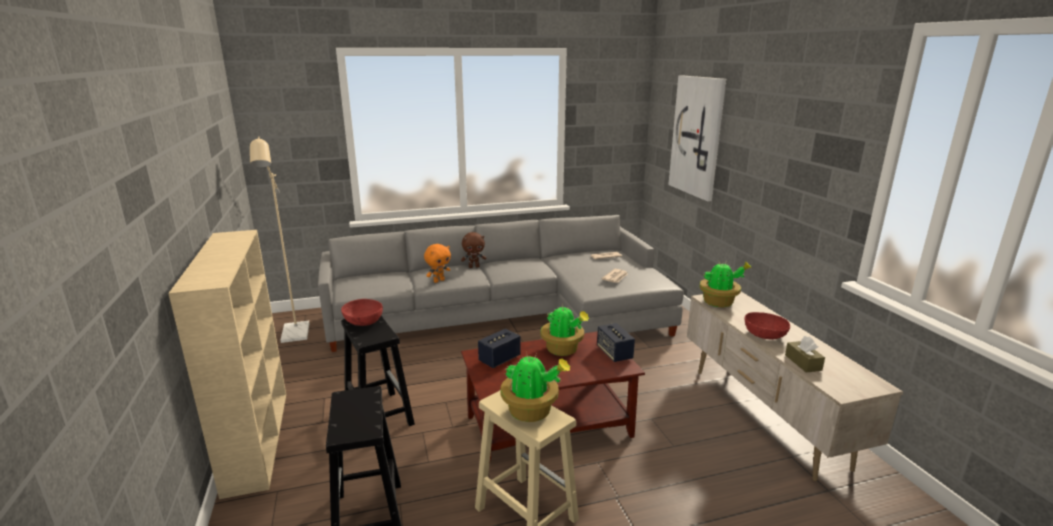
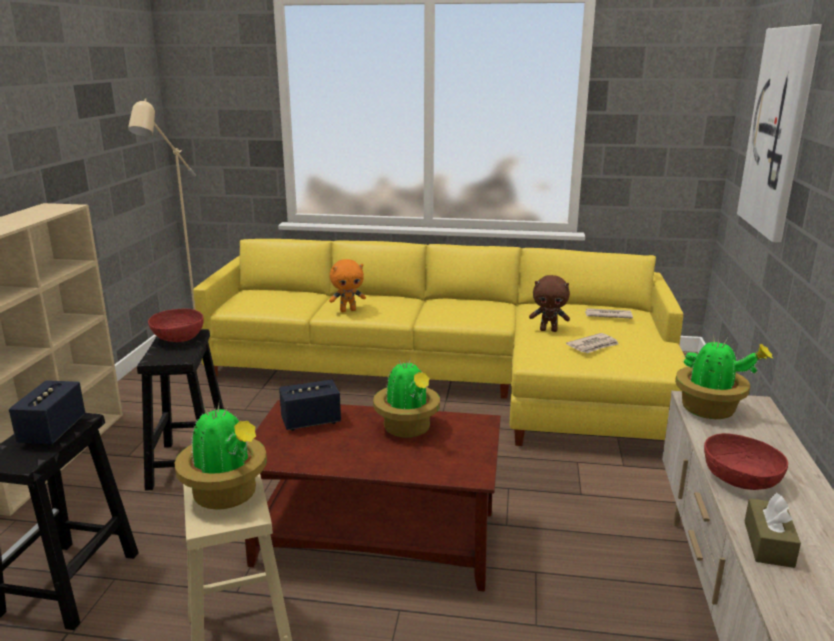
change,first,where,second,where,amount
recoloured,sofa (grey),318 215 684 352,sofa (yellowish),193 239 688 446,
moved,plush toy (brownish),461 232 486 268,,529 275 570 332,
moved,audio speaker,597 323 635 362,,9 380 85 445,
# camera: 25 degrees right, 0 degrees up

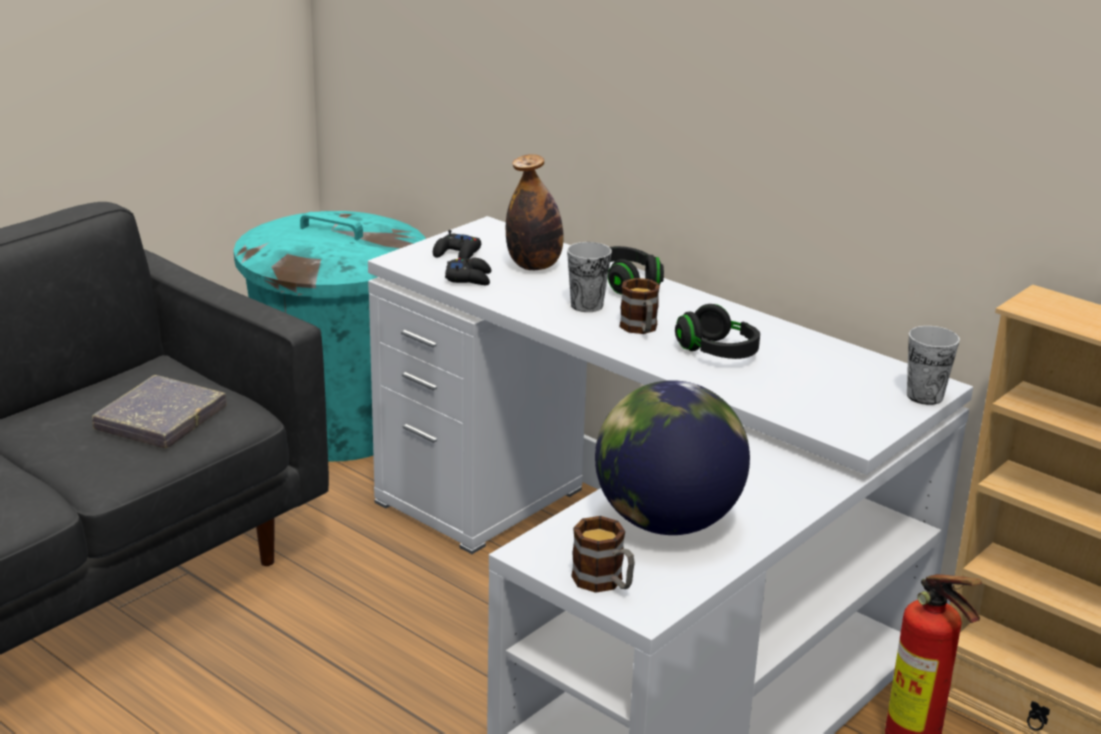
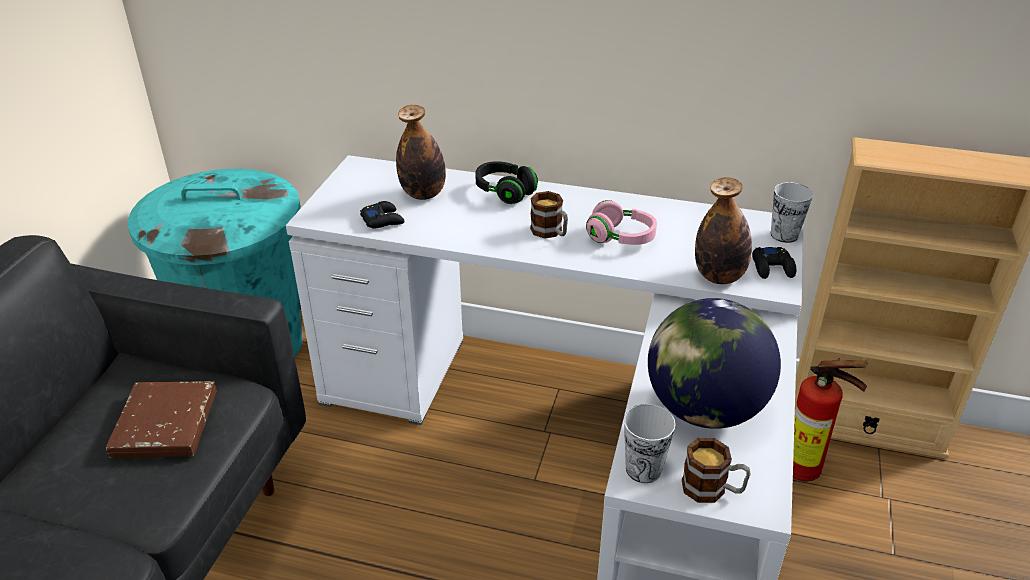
change,first,where,second,where,amount
recoloured,volume (grey),92 375 226 448,volume (brownish),106 381 217 458,
moved,gamepad (black),433 230 481 259,,752 247 796 279,
moved,small cup,567 242 612 312,,624 404 676 483,
recoloured,pair of headphones (black),675 304 760 359,pair of headphones (pink),586 200 657 245,
added,,,drink bottle,695 177 752 284,
# camera: 25 degrees left, 10 degrees up

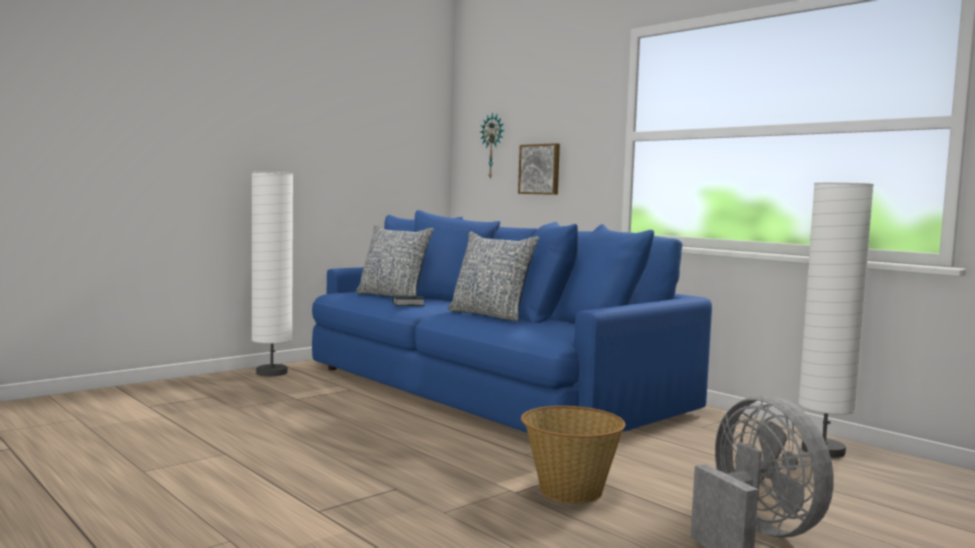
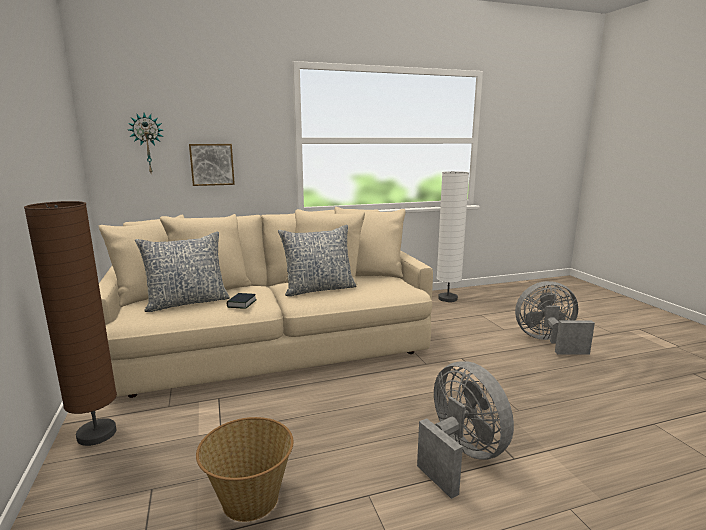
change,first,where,second,where,amount
recoloured,standard lamp (white),251 172 293 376,standard lamp (brownish),24 201 117 446,
recoloured,sofa (bluish),312 210 712 433,sofa (sand-coloured),98 207 433 398,
moved,storage basket,521 406 625 503,,196 417 294 522,
added,,,electric fan (grey),417 361 514 499,
# camera: 65 degrees left, 10 degrees up

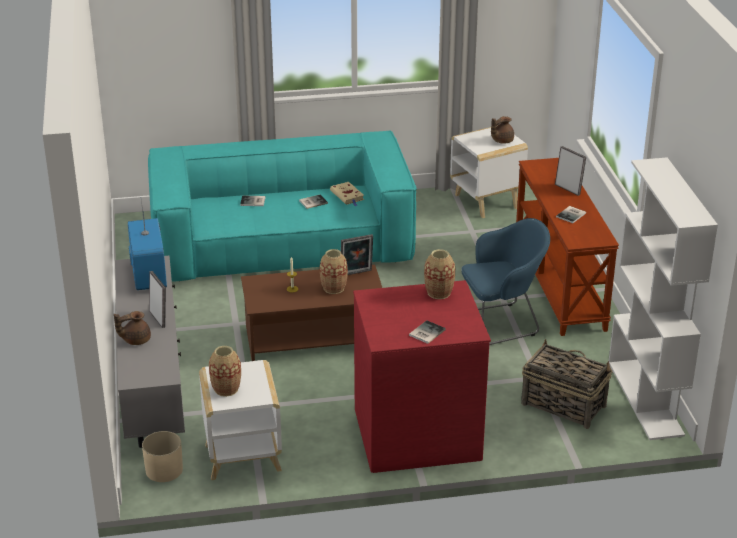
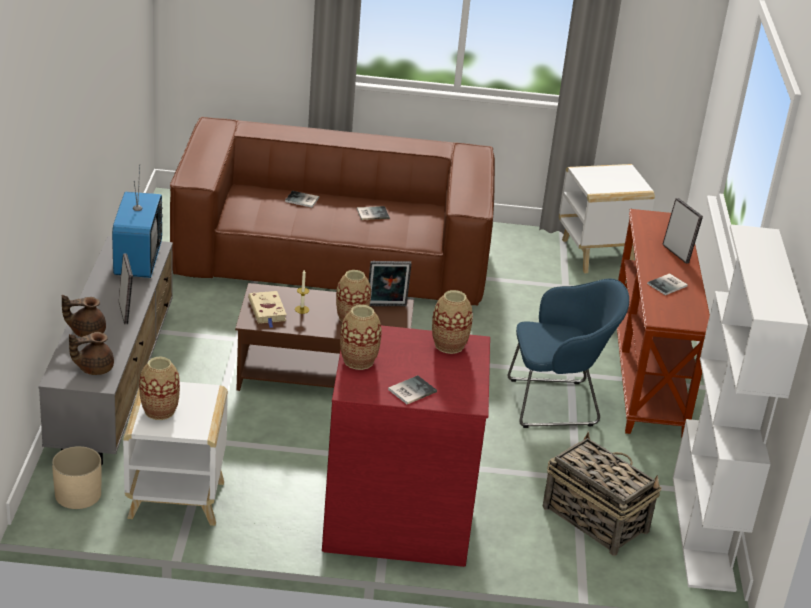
change,first,where,second,where,amount
recoloured,sofa (turquoise-coloured),148 131 417 282,sofa (brownish),170 117 495 306,
moved,volume (sand-coloured),330 182 364 206,,248 291 287 328,
moved,tea pot (brownish),491 116 514 144,,69 332 114 375,
added,,,flower vase,340 305 382 370,
# camera: 10 degrees right, 0 degrees up

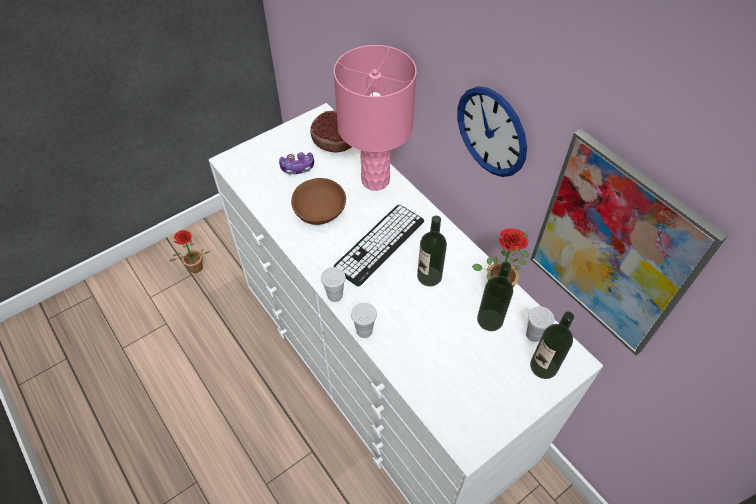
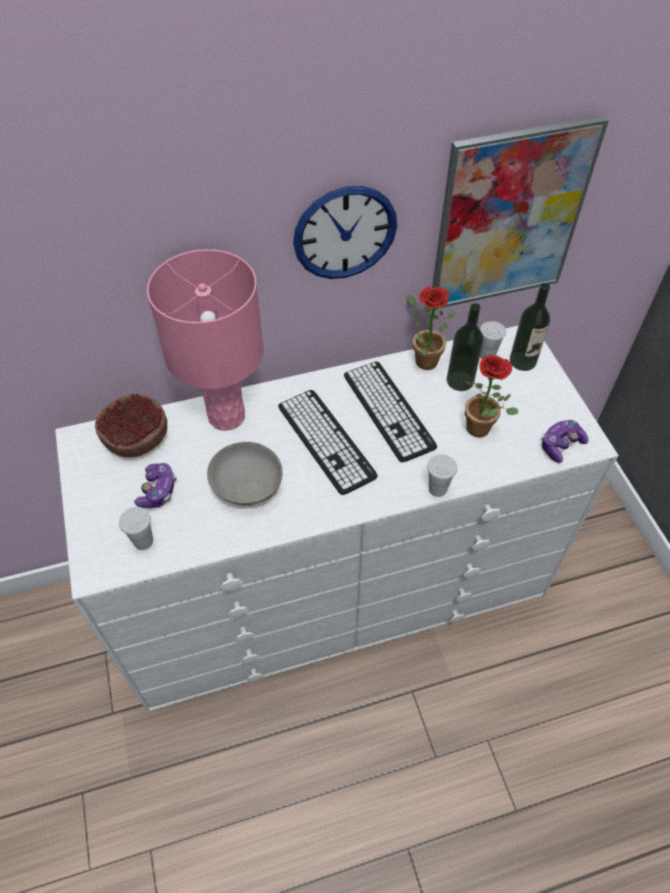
change,first,where,second,where,amount
moved,plant in a pot,169 230 210 273,,465 355 518 438,
recoloured,bowl (brownish),291 178 346 225,bowl (grey),207 442 283 506,
moved,small cup (white),321 267 346 302,,119 507 153 550,
replaced,drink bottle,417 215 447 286,keyboard,344 362 437 462,
added,,,gamepad,542 420 589 463,
# camera: 70 degrees left, 0 degrees up

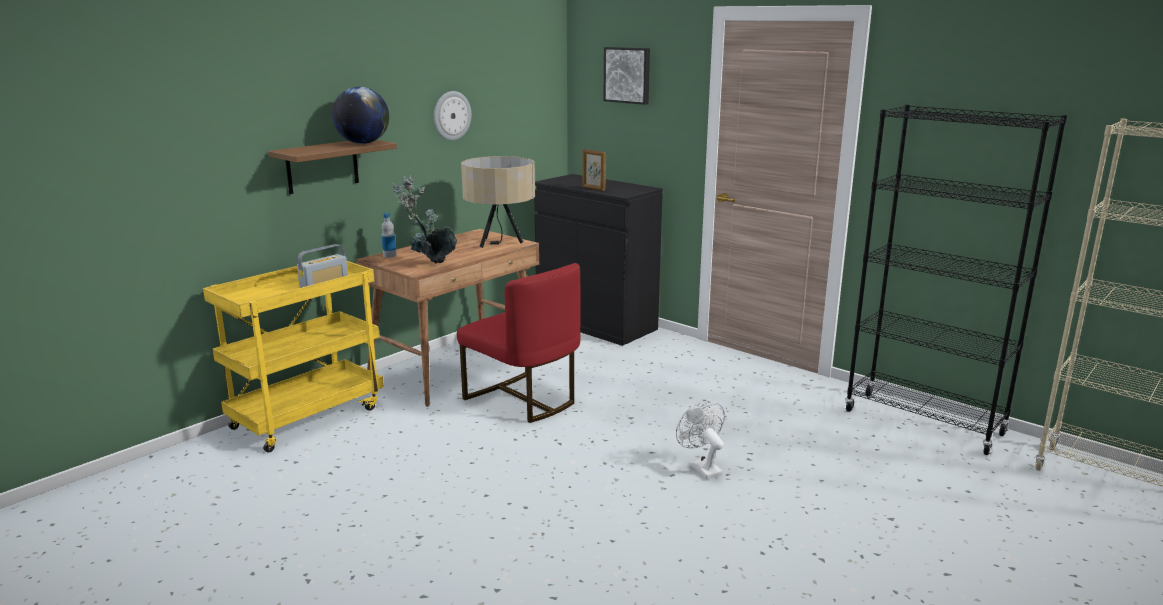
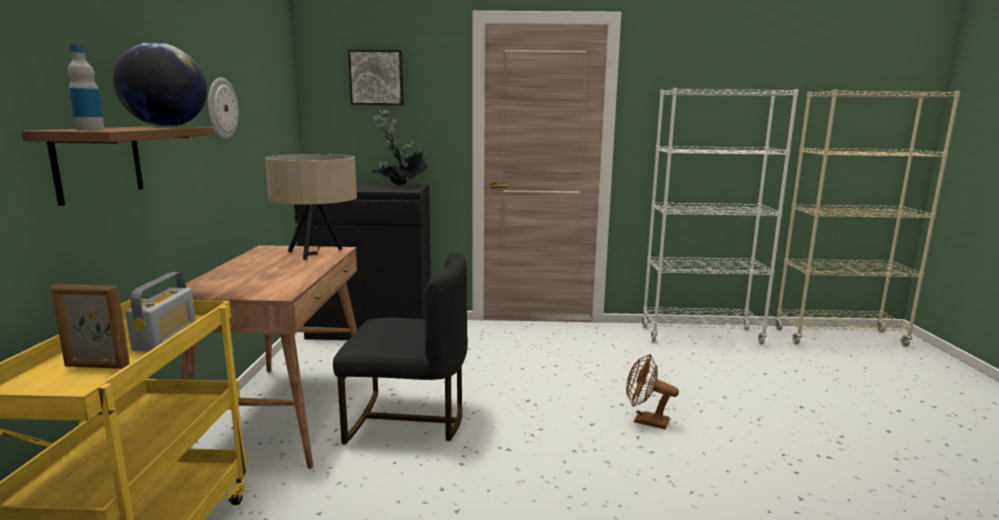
change,first,where,second,where,amount
moved,drink bottle,382 213 397 257,,68 45 105 130,
moved,plant in a pot,393 175 457 263,,373 109 428 185,
recoloured,plain chair (red),457 263 580 423,plain chair (black),333 253 468 444,
moved,photo frame,582 149 606 191,,51 284 130 369,
recoloured,electric fan (white),676 401 725 479,electric fan (brownish),626 354 679 429,
recoloured,bookcase (black),845 104 1067 455,bookcase (white),642 88 799 344,
# camera: 40 degrees left, 5 degrees down

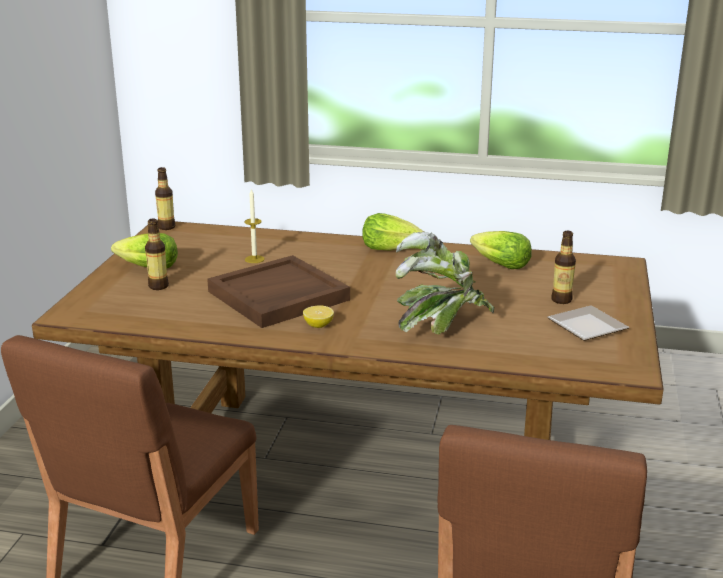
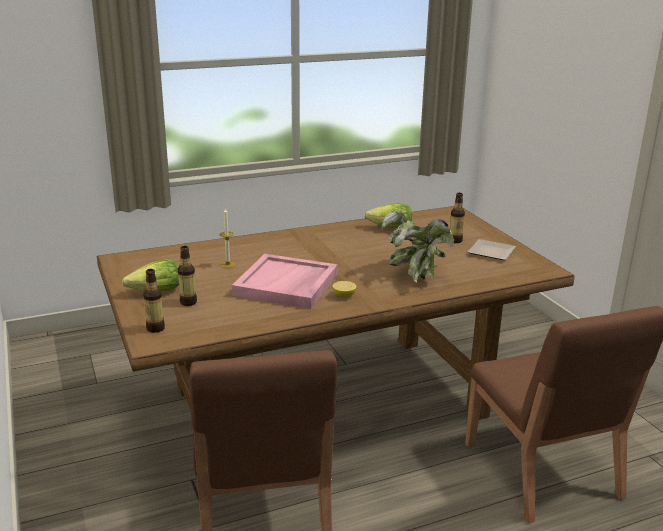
change,first,where,second,where,amount
moved,drink bottle,155 167 175 230,,143 269 165 333,
recoloured,carrying tray (brownish),207 255 350 328,carrying tray (pink),232 254 338 309,
removed,lettuce head,362 213 424 251,,,
# camera: 35 degrees left, 0 degrees up

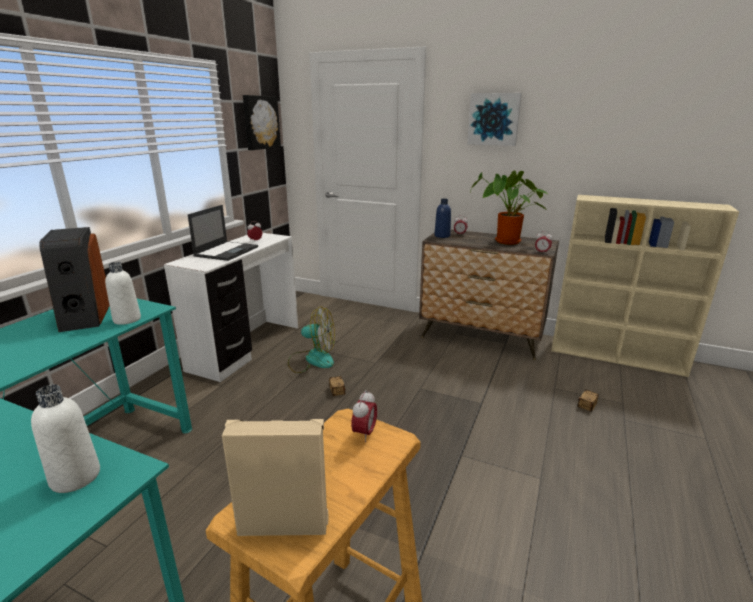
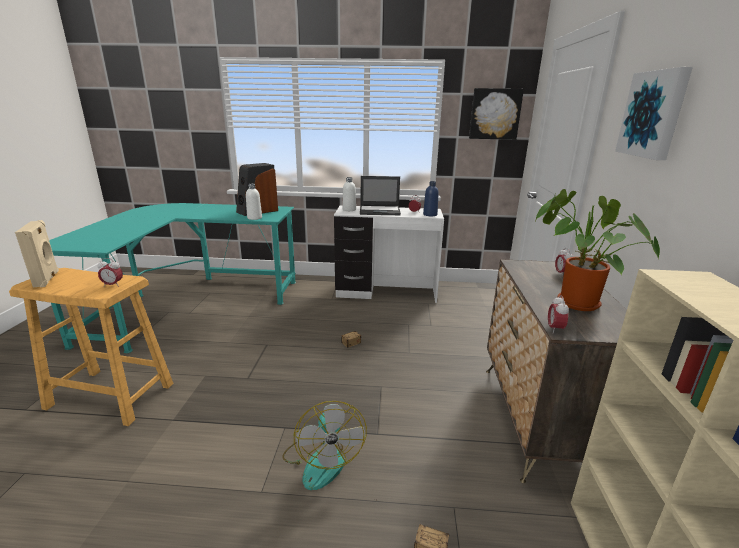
change,first,where,second,where,amount
moved,drink bottle (white),31 384 100 493,,342 177 356 211,
moved,electric fan,288 306 335 373,,282 401 367 490,
moved,drink bottle (bluish),434 199 451 238,,423 181 439 216,
# camera: 70 degrees right, 0 degrees up

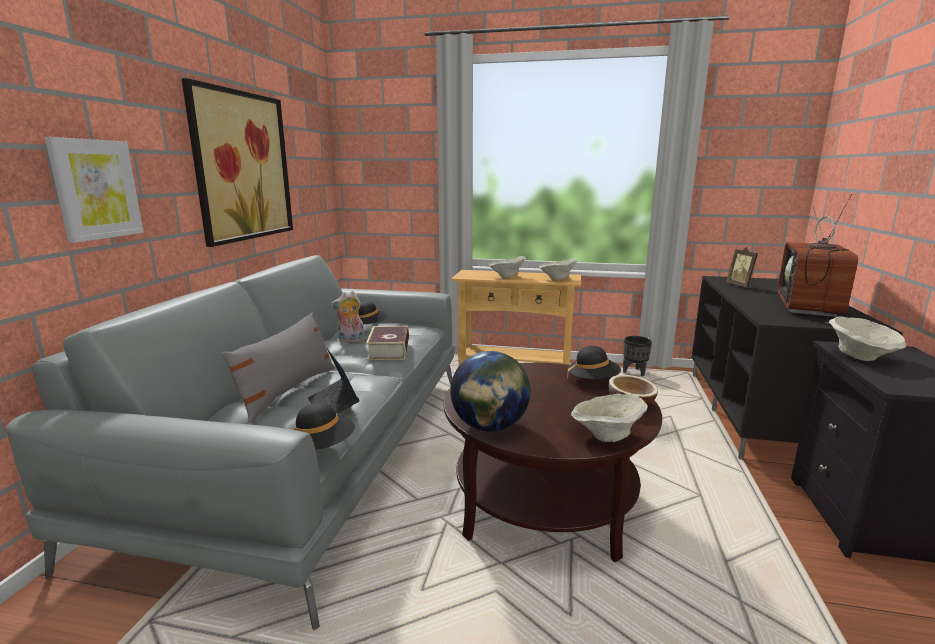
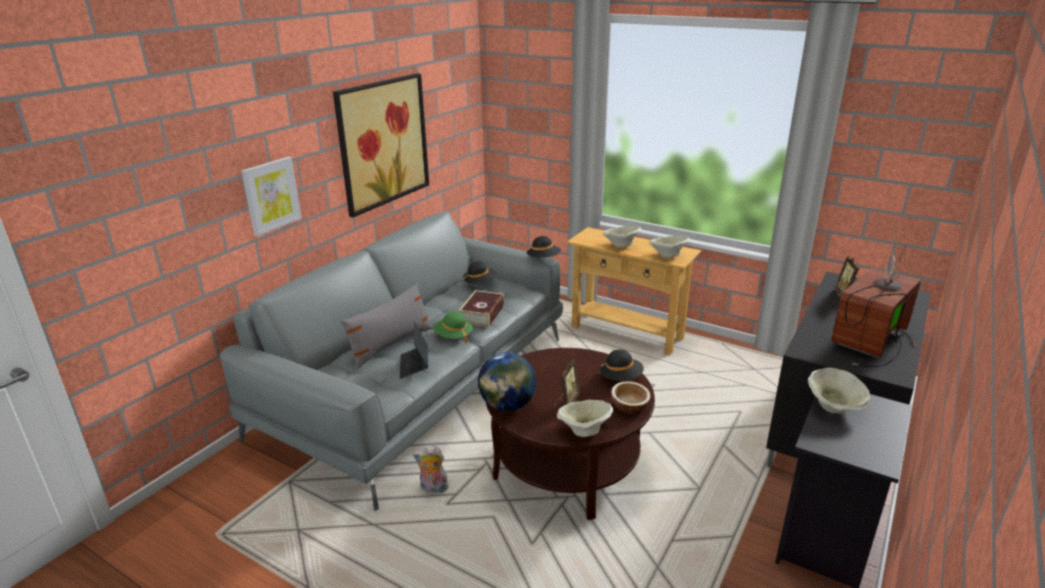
change,first,where,second,where,amount
moved,hat (black),294 403 355 449,,527 236 561 258,
moved,plush toy,331 291 365 343,,413 445 449 494,
removed,plant pot (black),623 336 652 376,,,
added,,,hat (greenish),433 311 473 343,
added,,,photo frame,554 358 580 407,
# camera: 20 degrees right, 10 degrees up

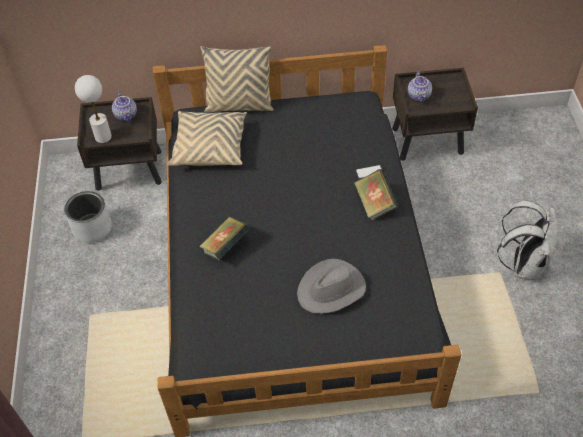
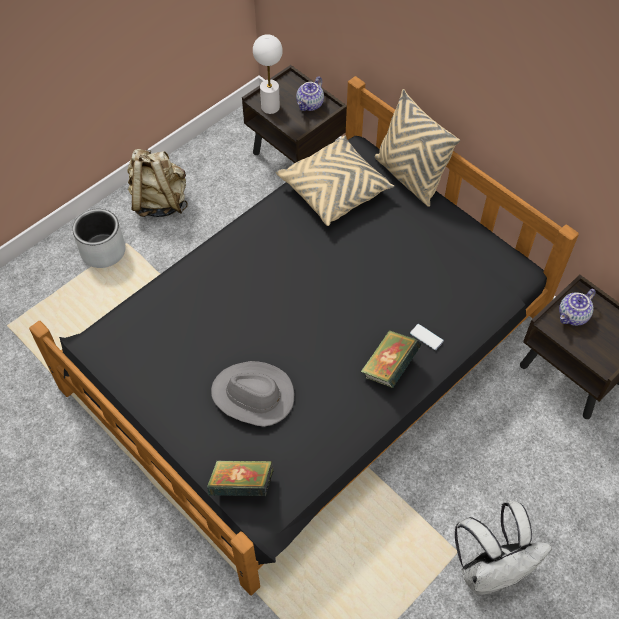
change,first,where,second,where,amount
moved,plant pot (grey),64 191 112 243,,72 209 126 268,
moved,volume,199 217 249 260,,207 461 274 496,
added,,,rucksack (sand-coloured),127 149 188 217,
# camera: 50 degrees right, 5 degrees up

